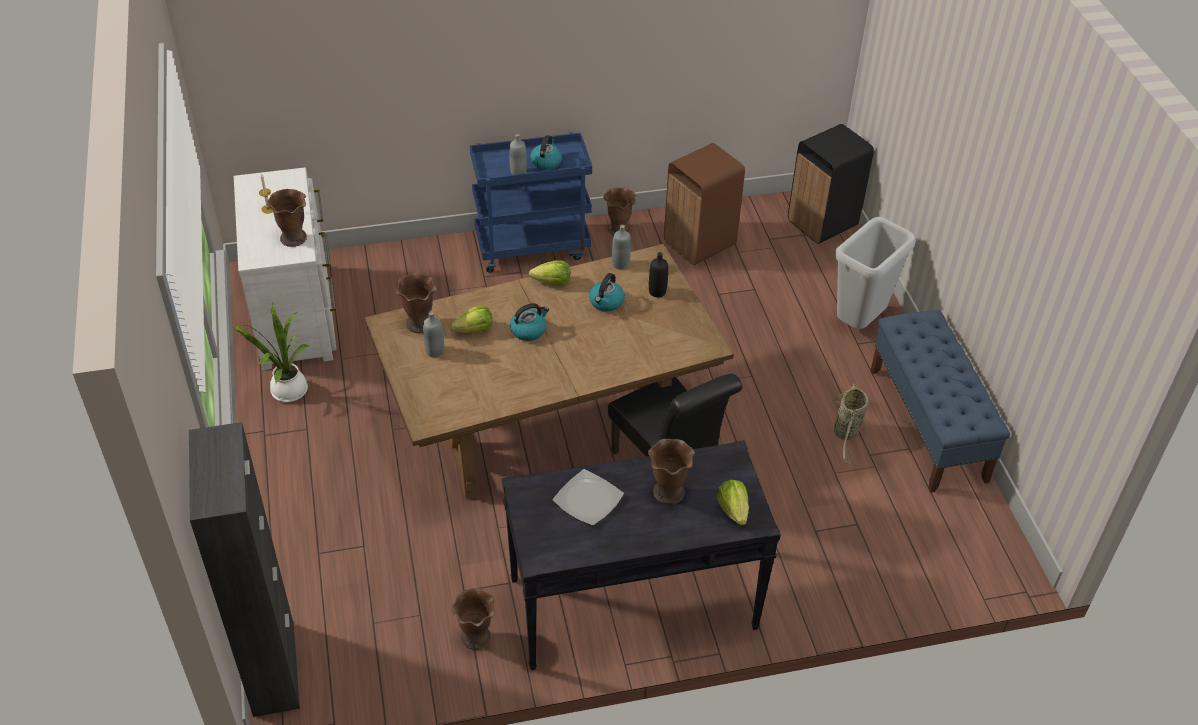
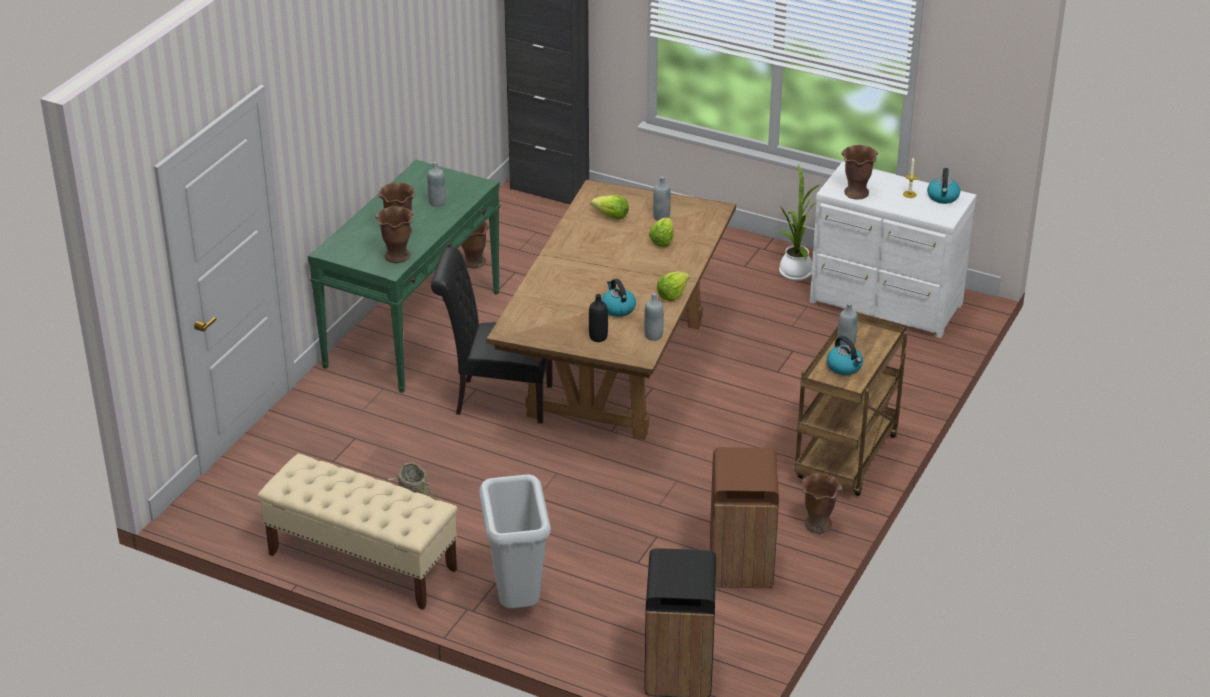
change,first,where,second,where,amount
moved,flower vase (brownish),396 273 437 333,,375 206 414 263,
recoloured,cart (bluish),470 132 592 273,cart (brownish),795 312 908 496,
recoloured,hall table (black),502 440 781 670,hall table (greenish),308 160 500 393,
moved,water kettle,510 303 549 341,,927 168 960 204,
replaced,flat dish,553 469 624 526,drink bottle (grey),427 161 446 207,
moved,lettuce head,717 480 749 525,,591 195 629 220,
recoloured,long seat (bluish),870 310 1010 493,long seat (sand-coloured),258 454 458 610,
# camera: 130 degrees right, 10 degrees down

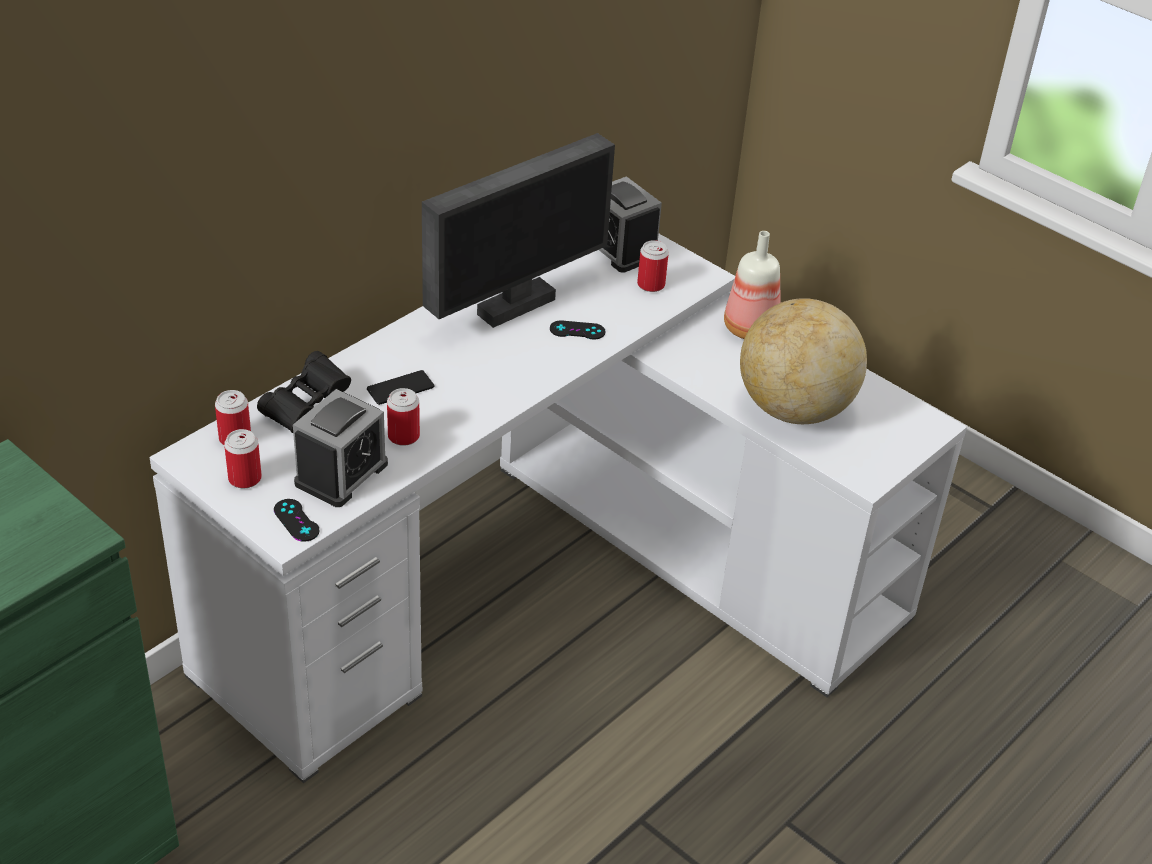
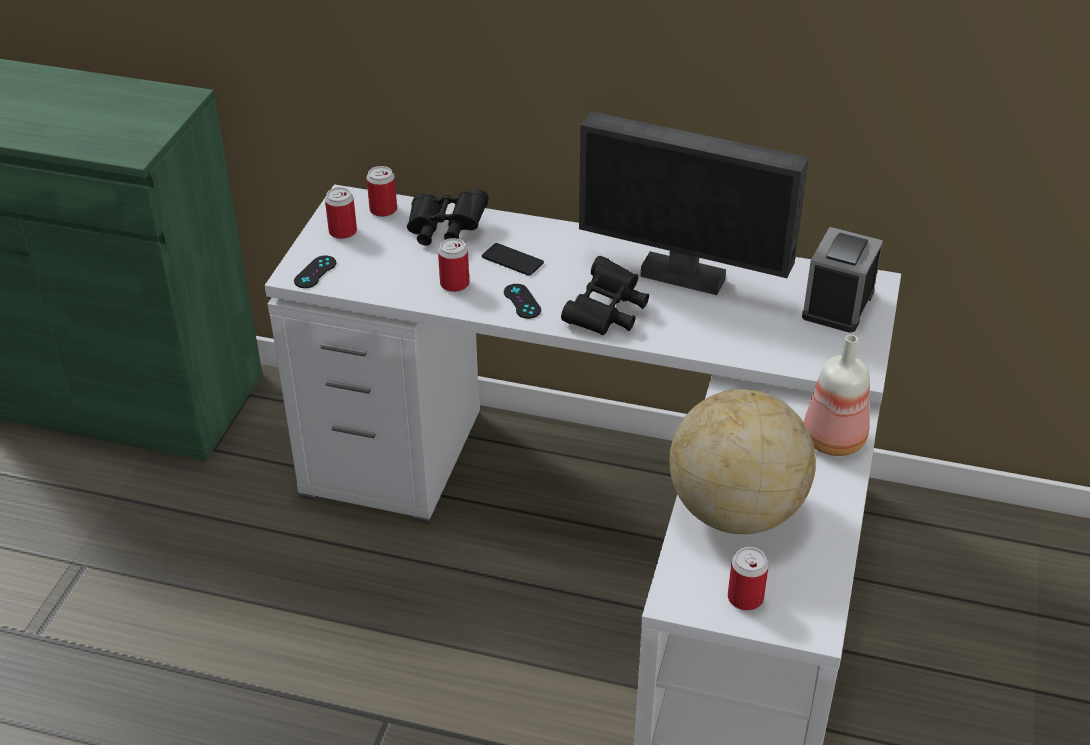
change,first,where,second,where,amount
removed,bedside clock,293 389 388 507,,,
moved,gamepad (black),550 321 605 339,,504 284 541 319,
moved,sealed can,637 240 669 292,,728 547 769 611,
added,,,field glasses (black),561 256 649 335,
# camera: 65 degrees right, 0 degrees up

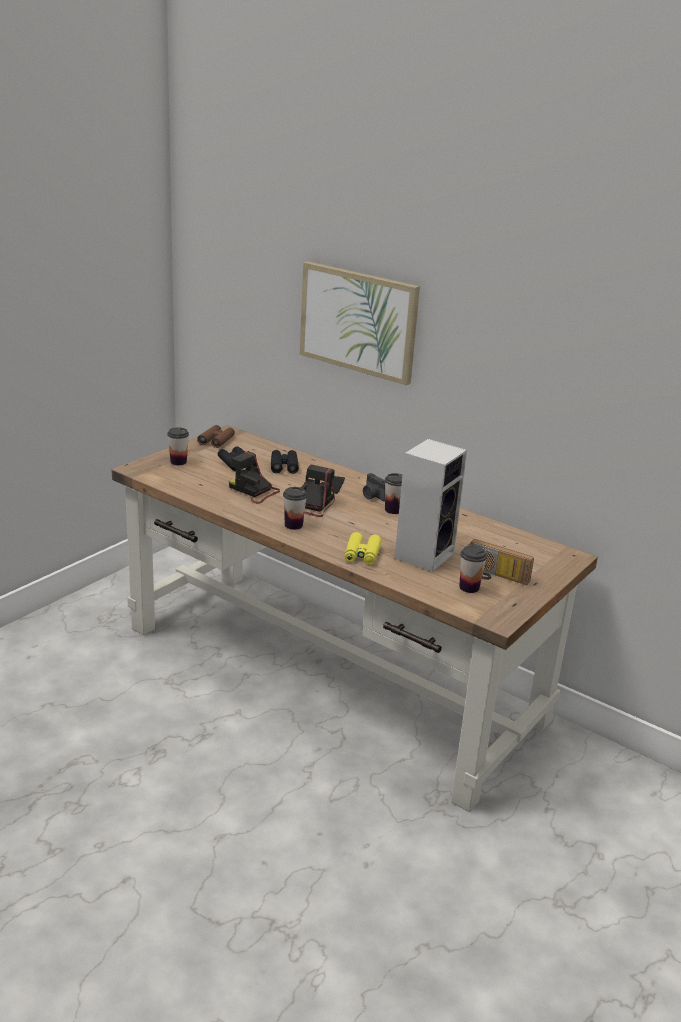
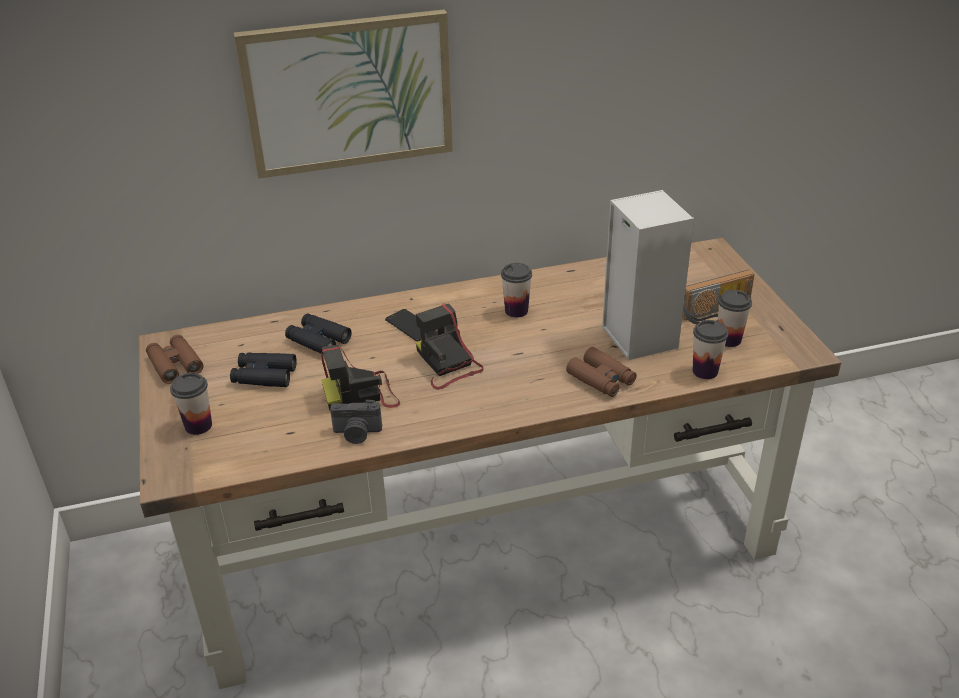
change,first,where,second,where,amount
moved,small cup,283 487 307 530,,693 320 728 379,
recoloured,field glasses (yellowish),345 532 382 565,field glasses (brownish),566 347 637 397,
moved,still camera,363 473 385 502,,330 400 382 444,
# camera: 50 degrees left, 10 degrees up

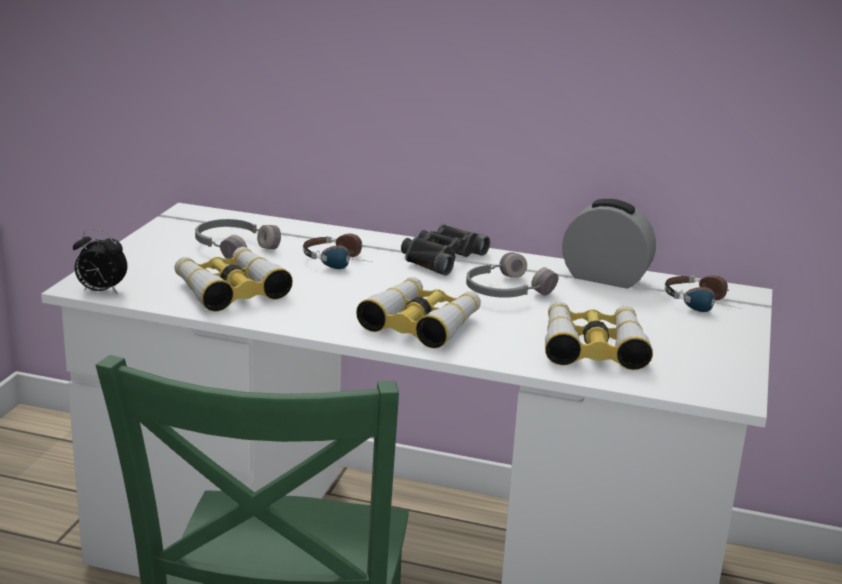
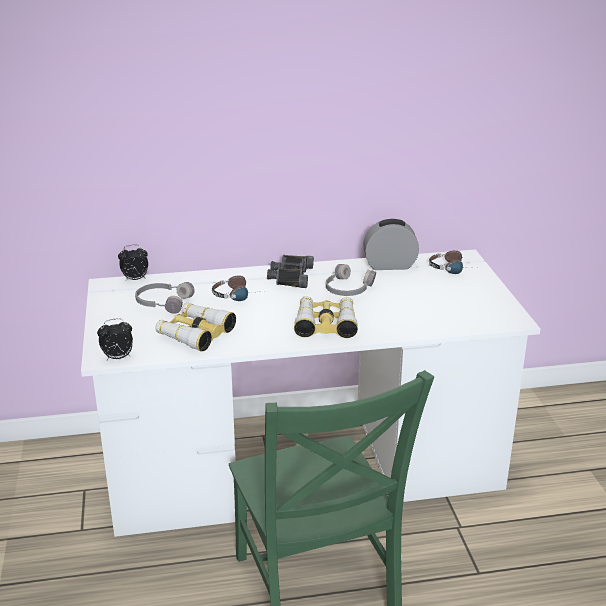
change,first,where,second,where,amount
removed,field glasses,545 301 653 370,,,
added,,,bedside clock,118 245 148 281,
# camera: 25 degrees left, 5 degrees up

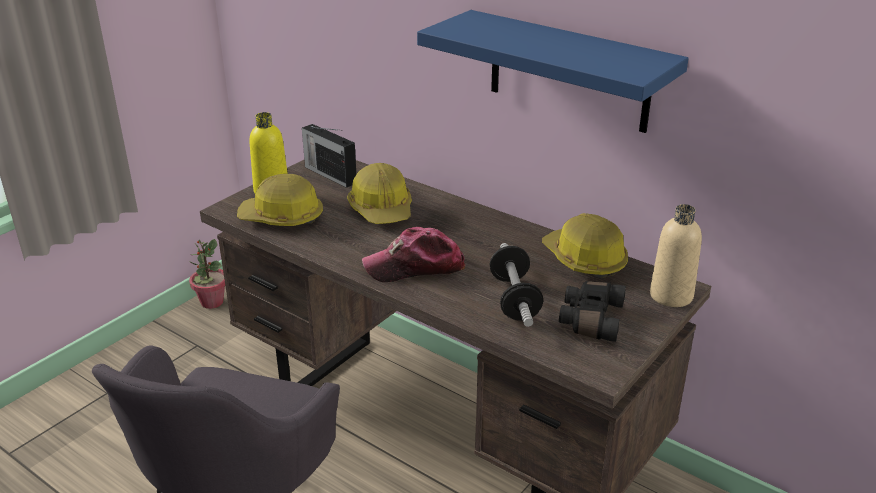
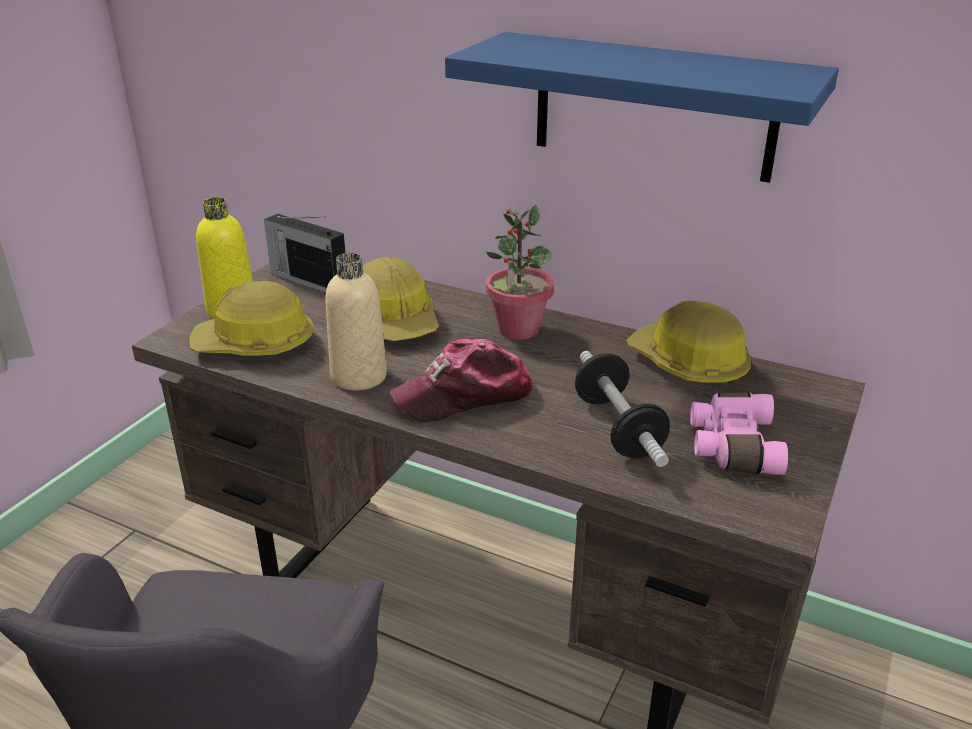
change,first,where,second,where,amount
moved,plant in a pot,189 239 225 309,,486 205 554 340,
recoloured,field glasses (black),559 281 626 342,field glasses (pink),690 392 788 475,
moved,drink bottle (sand-coloured),650 204 702 307,,325 253 387 391,
# camera: 10 degrees left, 0 degrees up

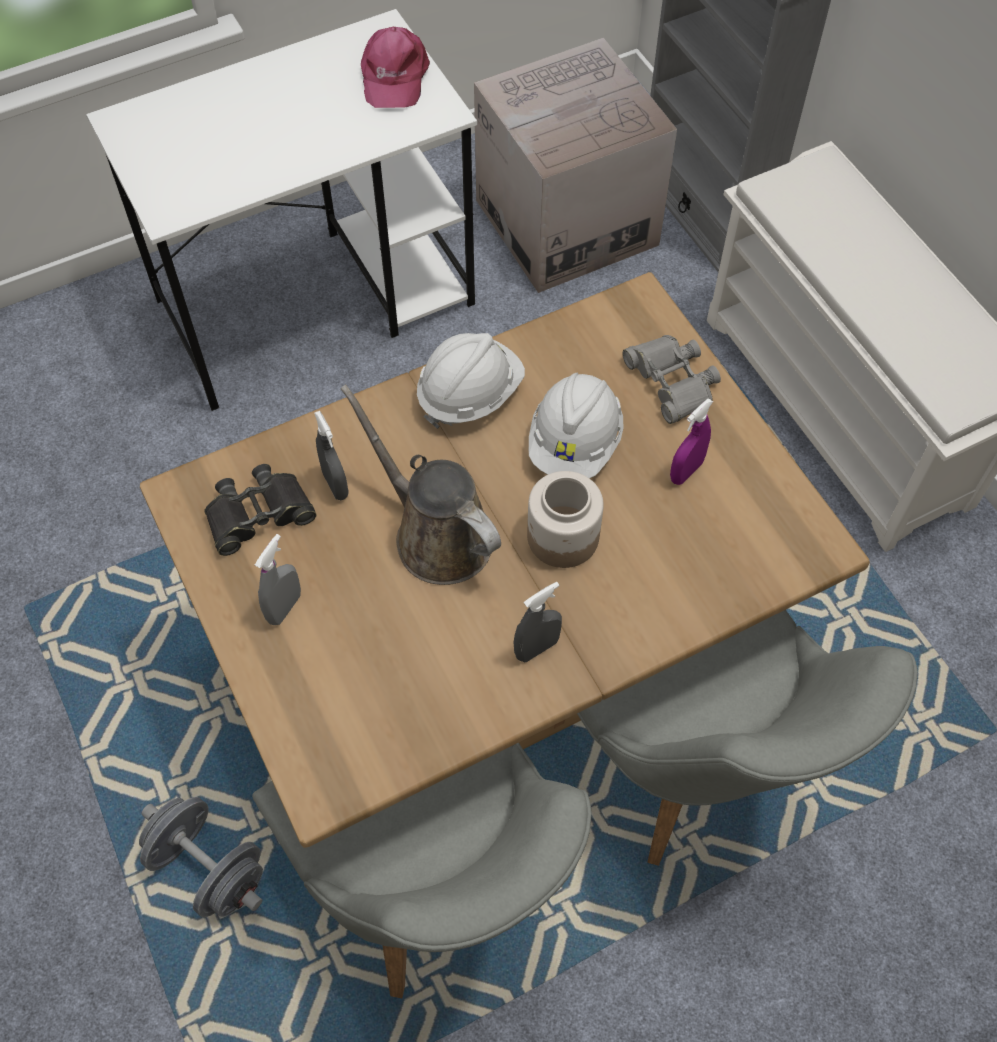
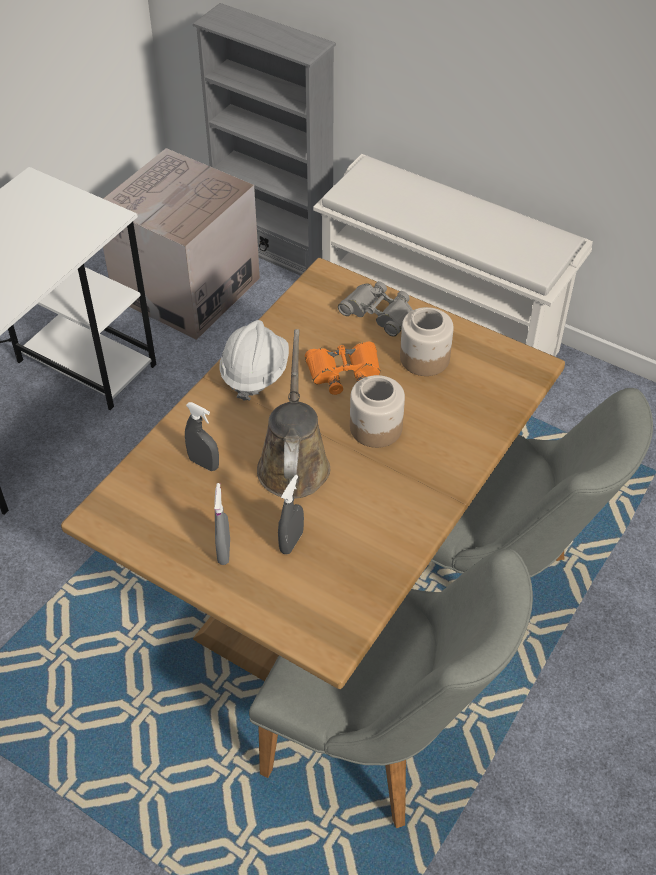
change,first,where,second,where,amount
removed,hand weight (grey),139 797 263 917,,,
removed,field glasses (black),204 464 317 556,,,
turned,sprinkling can (brownish),340 384 501 585,,257 329 330 499,75 degrees clockwise
removed,peaked cap (pink),361 27 430 108,,,
moved,hand sprayer (grey),514 581 562 662,,278 475 304 554,
replaced,safety helmet (white),529 373 624 478,field glasses (orangey),305 342 381 395,
replaced,hand sprayer (purple-coloured),670 398 713 485,preserve jar,400 307 454 376,
# camera: 30 degrees left, 10 degrees down

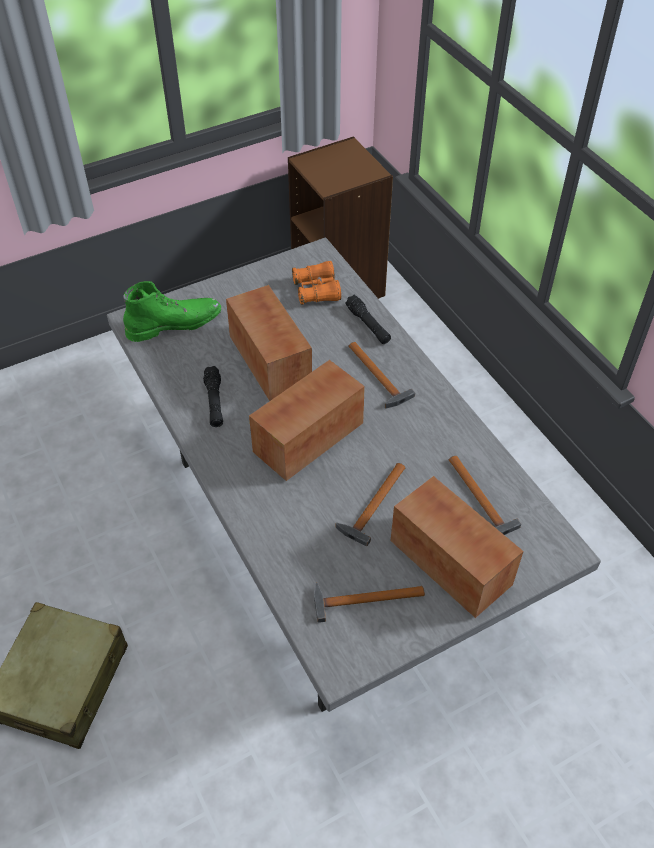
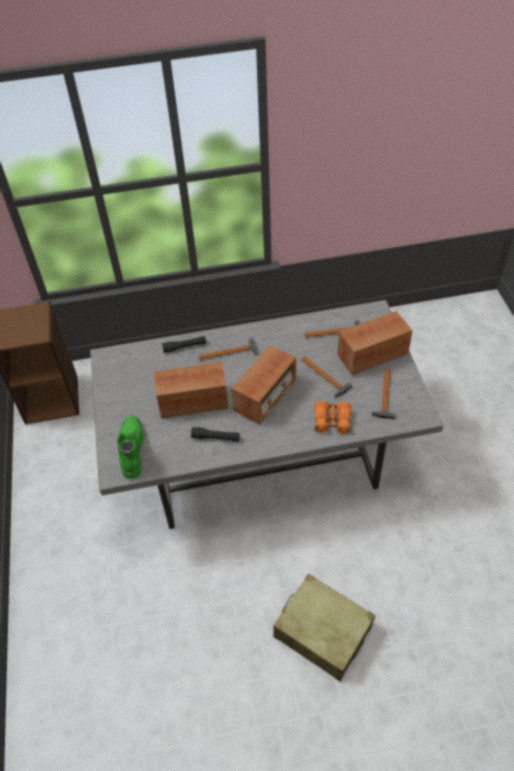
change,first,where,second,where,amount
turned,radio set,249 360 365 481,,231 345 296 425,120 degrees counterclockwise
moved,field glasses (orangey),292 261 341 305,,314 401 352 434,
# camera: 70 degrees left, 0 degrees up

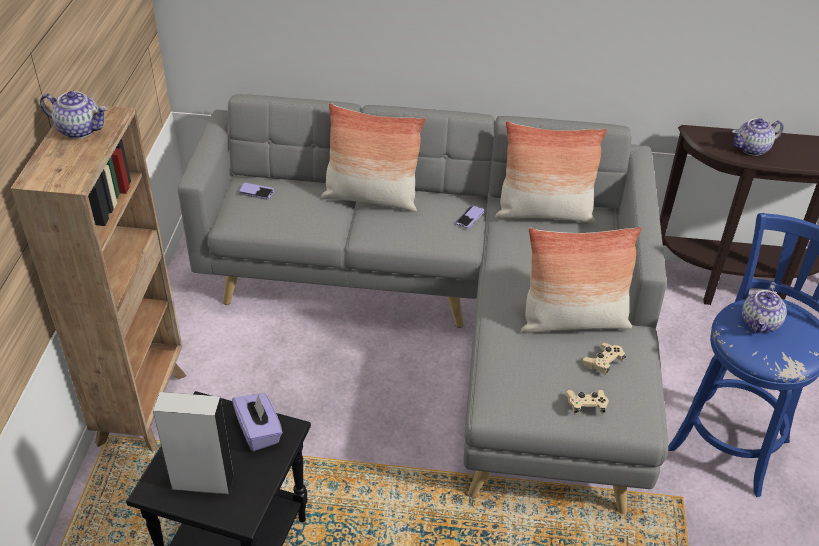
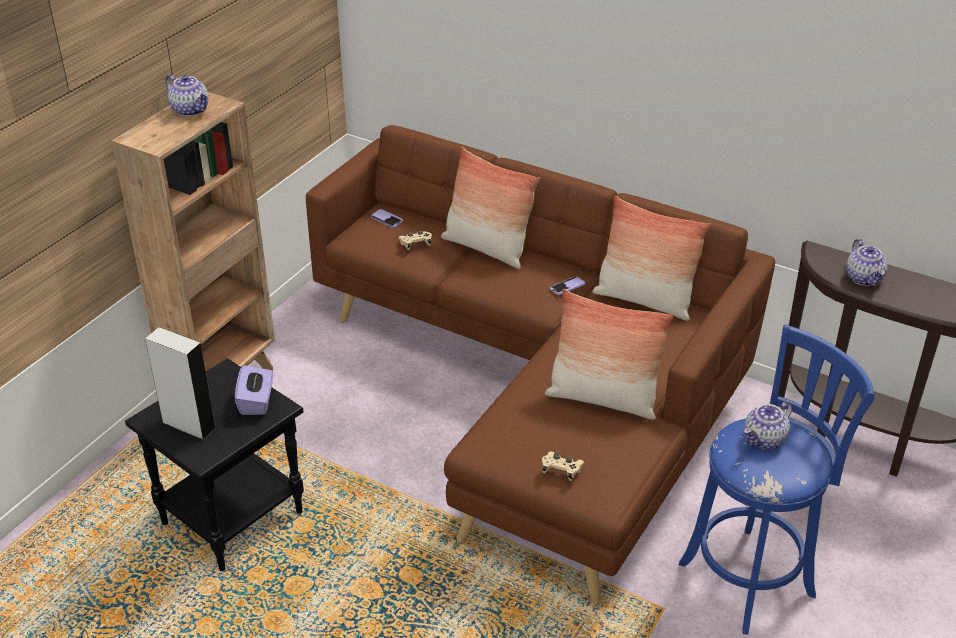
change,first,where,second,where,amount
recoloured,sofa (grey),178 94 668 514,sofa (brownish),306 125 775 603,
moved,gamepad (sand-coloured),582 343 626 375,,398 231 432 250,
turned,tea pot,732 118 784 156,,846 239 888 287,105 degrees counterclockwise
# camera: 25 degrees right, 5 degrees down

